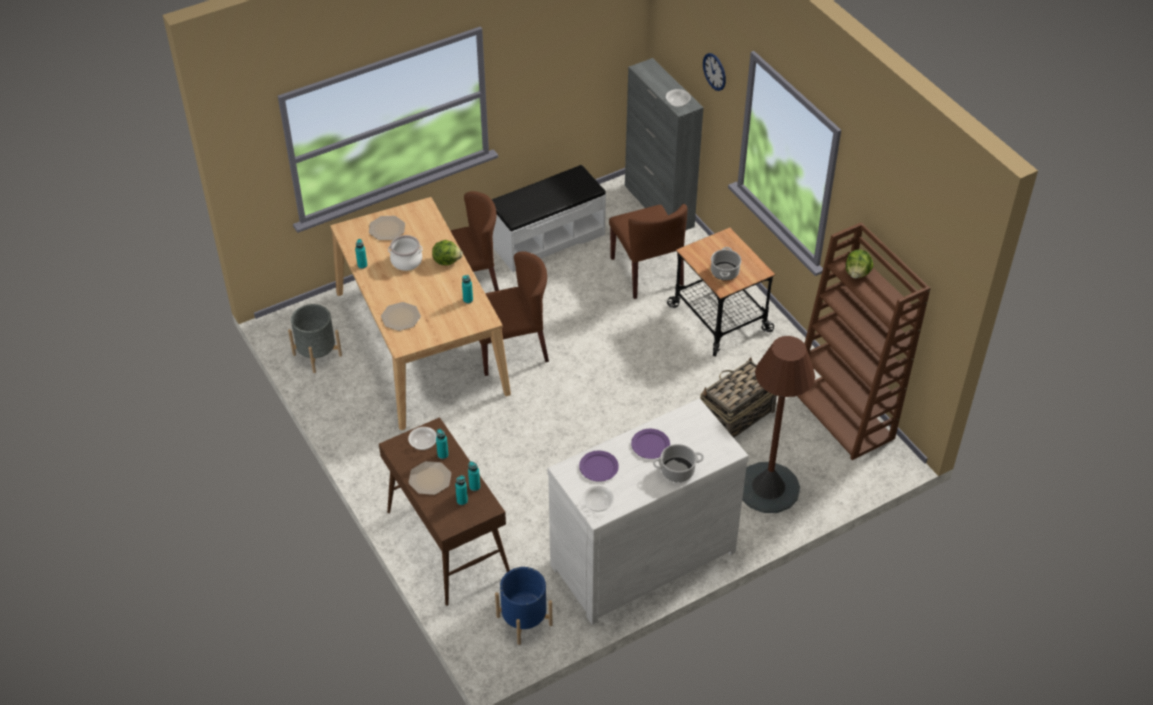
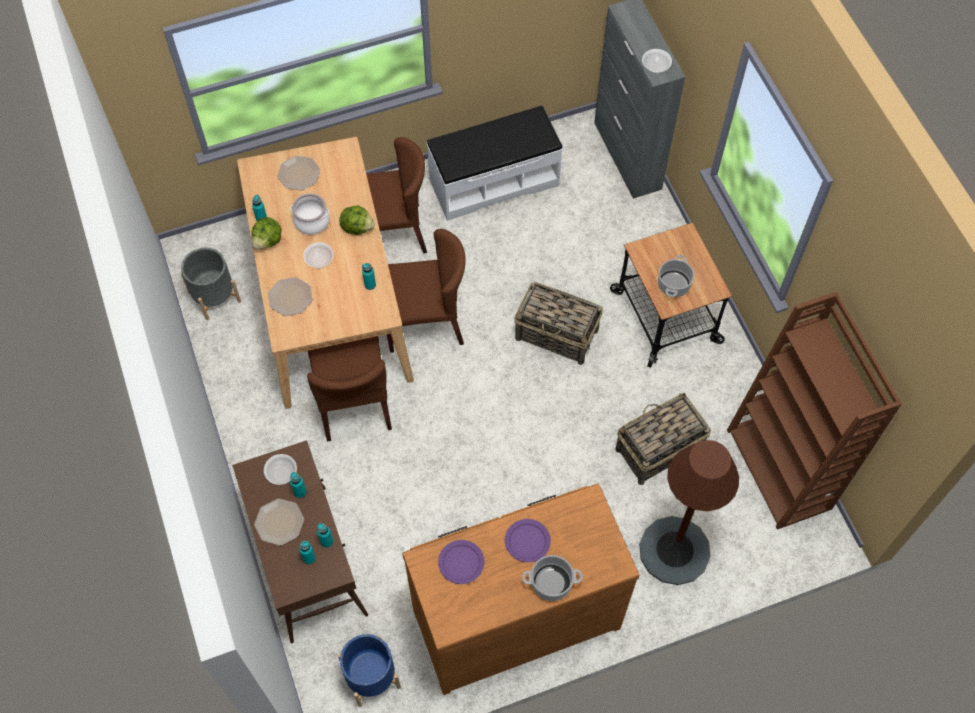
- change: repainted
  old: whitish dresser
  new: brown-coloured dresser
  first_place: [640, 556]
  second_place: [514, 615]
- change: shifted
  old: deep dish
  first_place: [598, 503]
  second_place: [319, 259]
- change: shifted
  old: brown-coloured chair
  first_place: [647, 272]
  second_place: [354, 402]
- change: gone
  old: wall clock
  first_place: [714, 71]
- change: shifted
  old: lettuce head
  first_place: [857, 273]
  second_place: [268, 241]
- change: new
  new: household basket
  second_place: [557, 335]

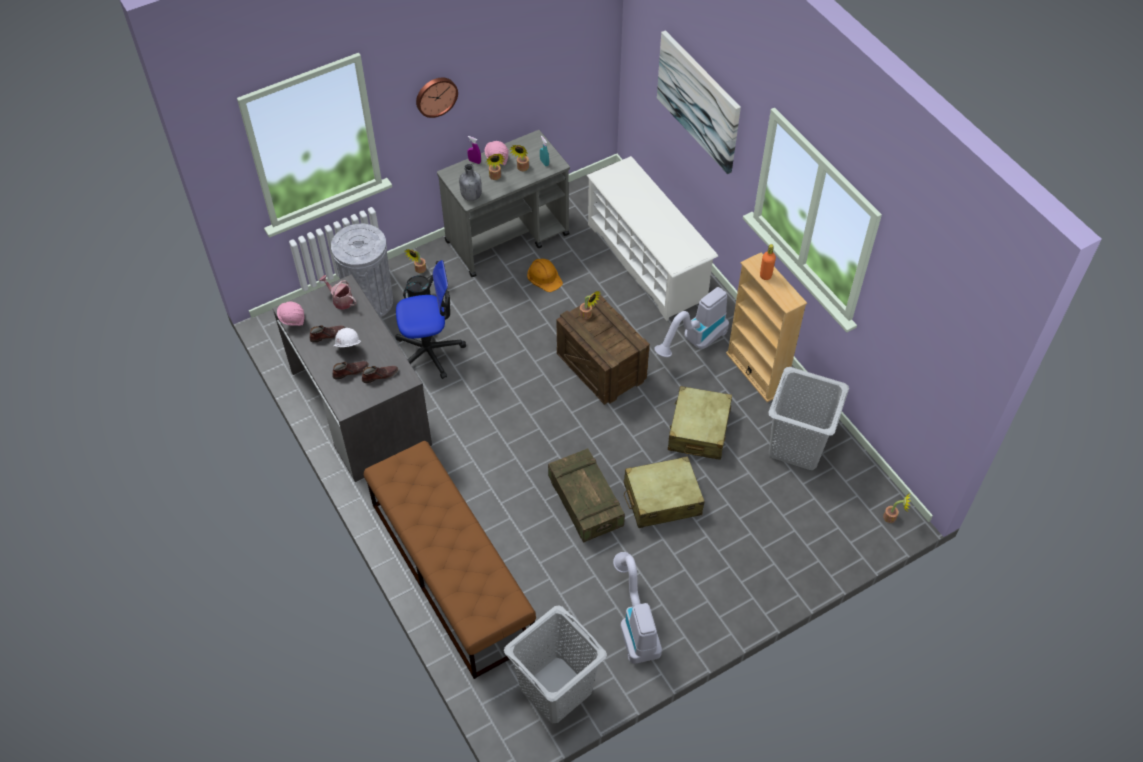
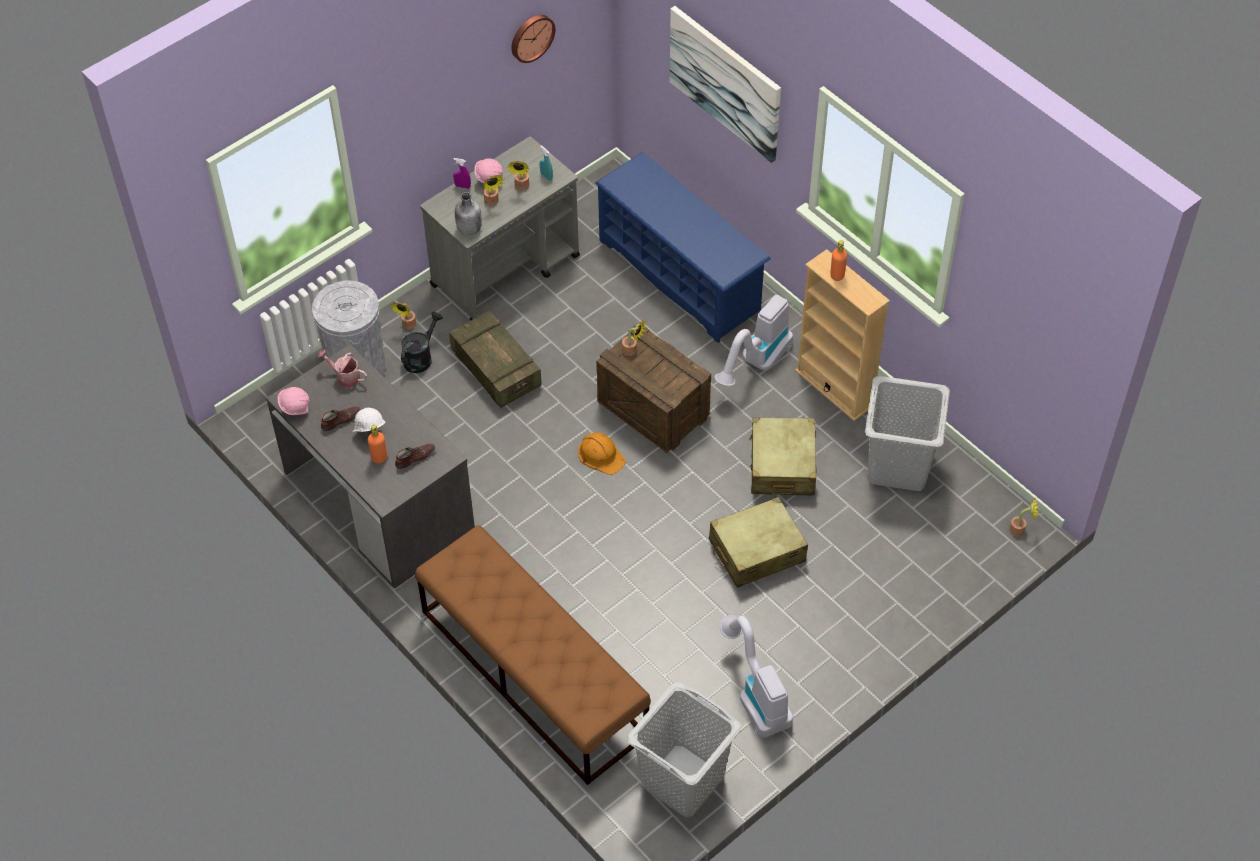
- change: swapped
  old: brown-coloured low shoe
  new: orange drink bottle
  first_place: [350, 371]
  second_place: [379, 458]
- change: gone
  old: office chair
  first_place: [429, 351]
- change: shifted
  old: wall clock
  first_place: [435, 96]
  second_place: [531, 37]
- change: shifted
  old: orange safety helmet
  first_place: [544, 276]
  second_place: [601, 455]
- change: shifted
  old: shipping crate
  first_place: [585, 502]
  second_place: [496, 369]
- change: repainted
  old: whitish shoe shelf
  new: bluish shoe shelf
  first_place: [647, 262]
  second_place: [680, 275]

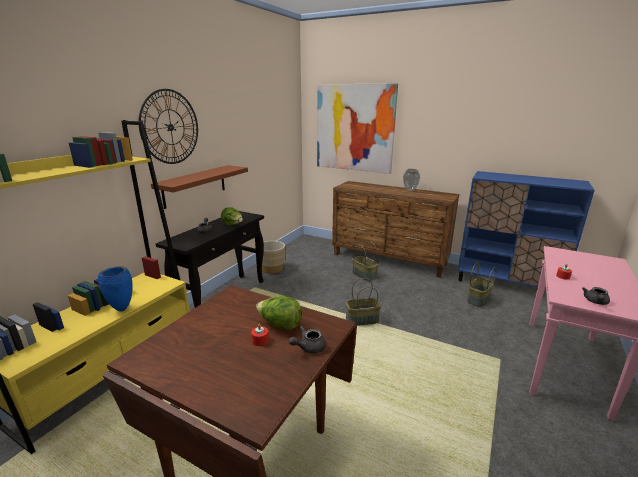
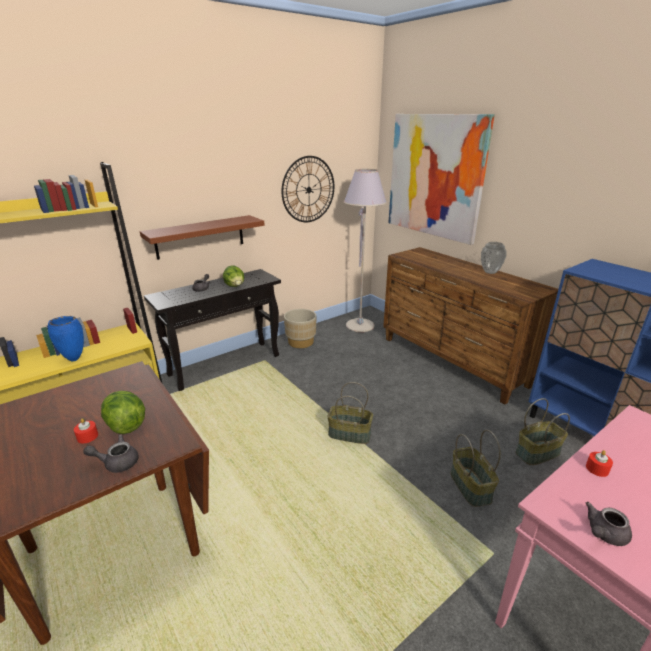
- change: shifted
  old: wall clock
  first_place: [170, 127]
  second_place: [308, 190]
- change: shifted
  old: household basket
  first_place: [364, 275]
  second_place: [471, 487]
- change: new
  new: gray floor lamp
  second_place: [360, 326]

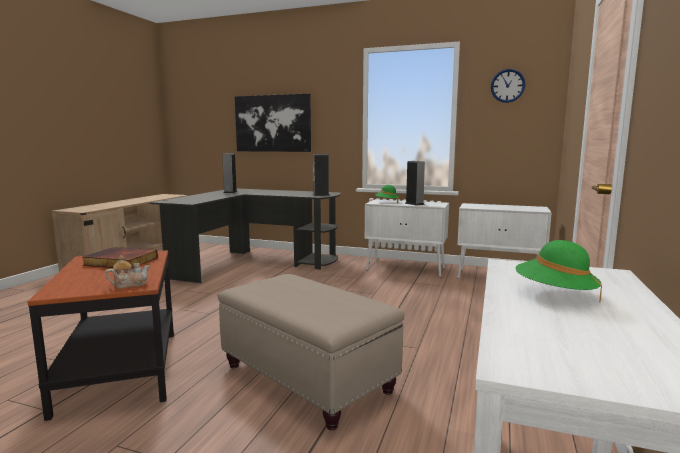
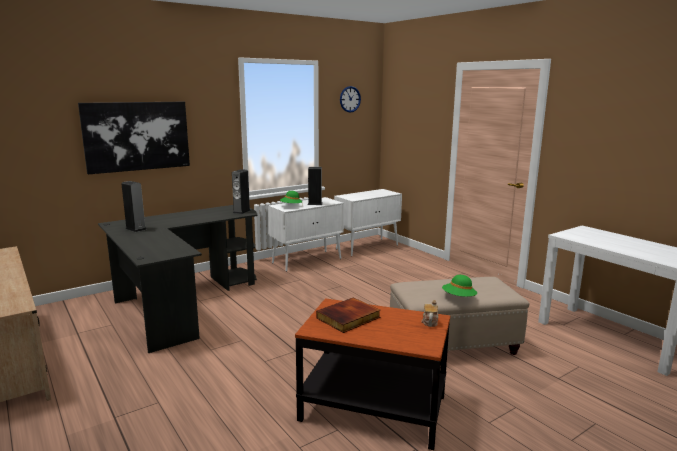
- change: shifted
  old: greenish wearable hat
  first_place: [555, 294]
  second_place: [458, 298]

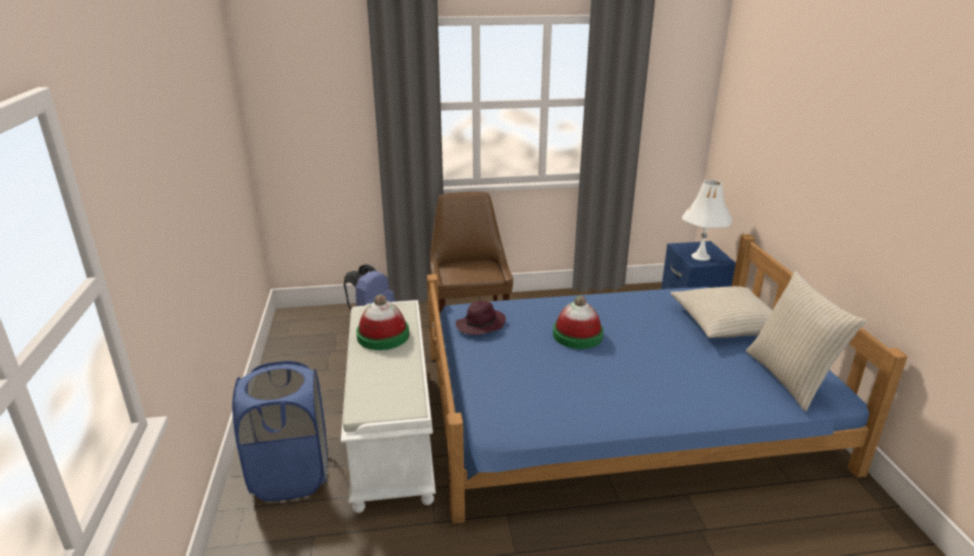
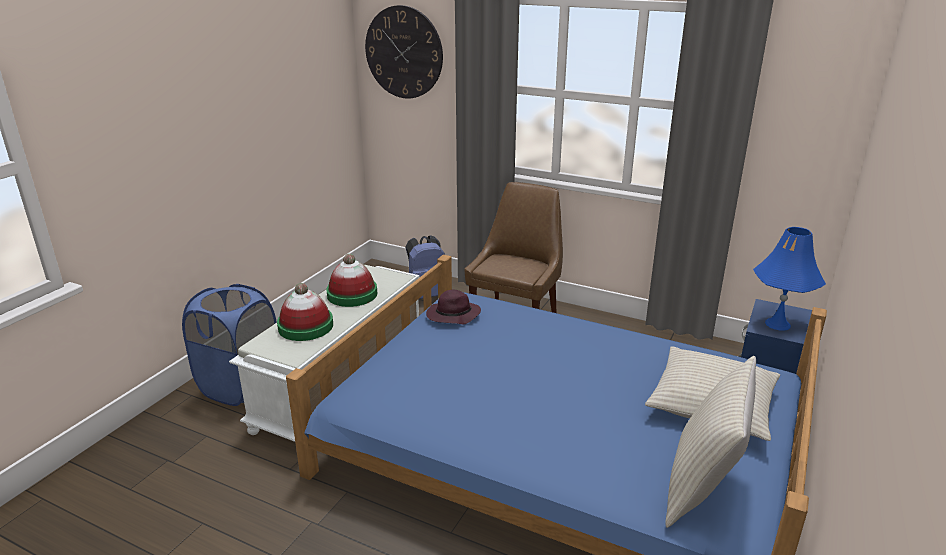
- change: shifted
  old: wearable hat
  first_place: [577, 335]
  second_place: [305, 326]
- change: repainted
  old: whitish table lamp
  new: bluish table lamp
  first_place: [700, 256]
  second_place: [777, 324]
- change: new
  new: wall clock
  second_place: [404, 52]

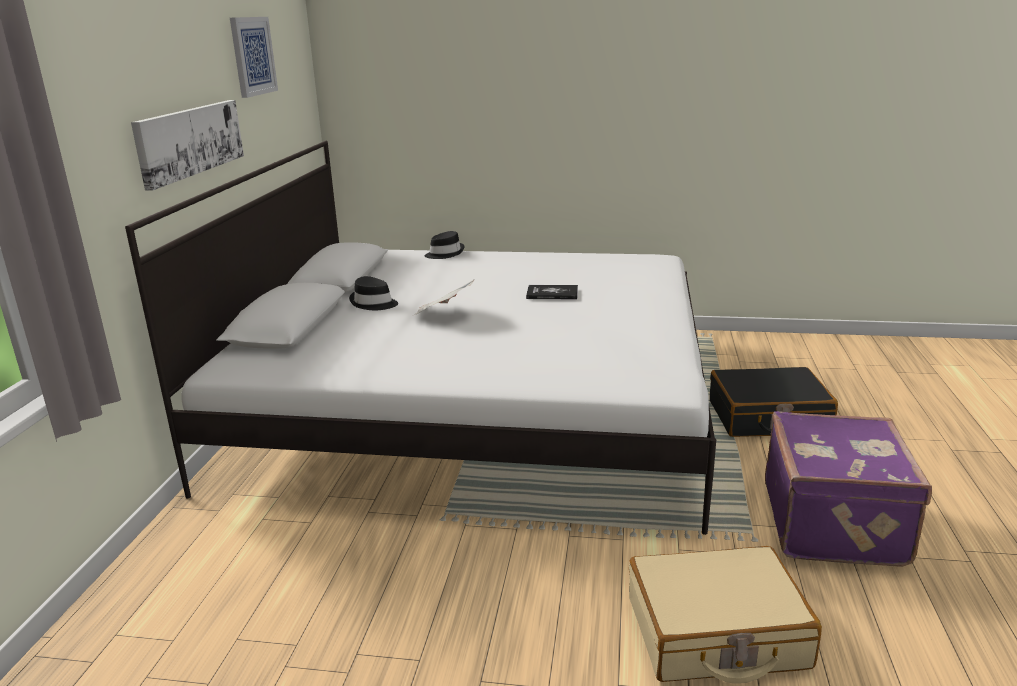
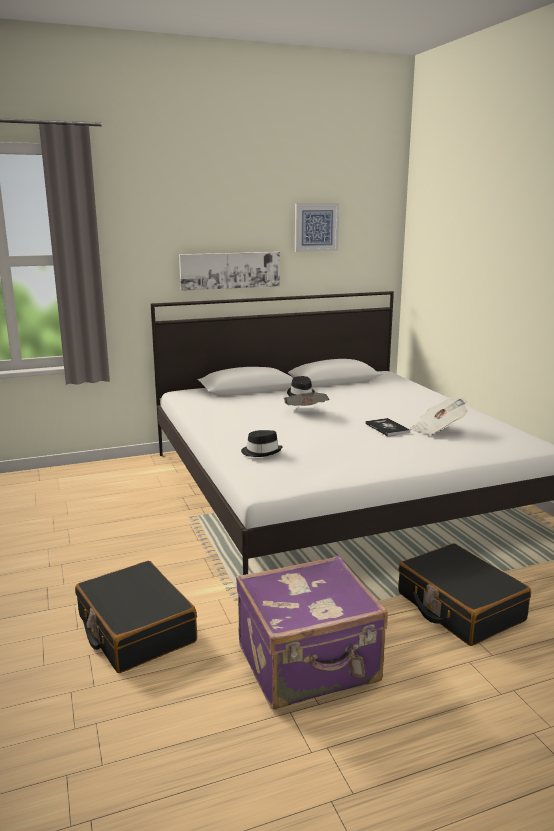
- change: shifted
  old: black-coloured wearable hat
  first_place: [444, 253]
  second_place: [261, 452]
- change: repainted
  old: beige-coloured piece of luggage
  new: black-coloured piece of luggage
  first_place: [716, 633]
  second_place: [135, 629]
- change: new
  new: printed paper
  second_place: [437, 430]

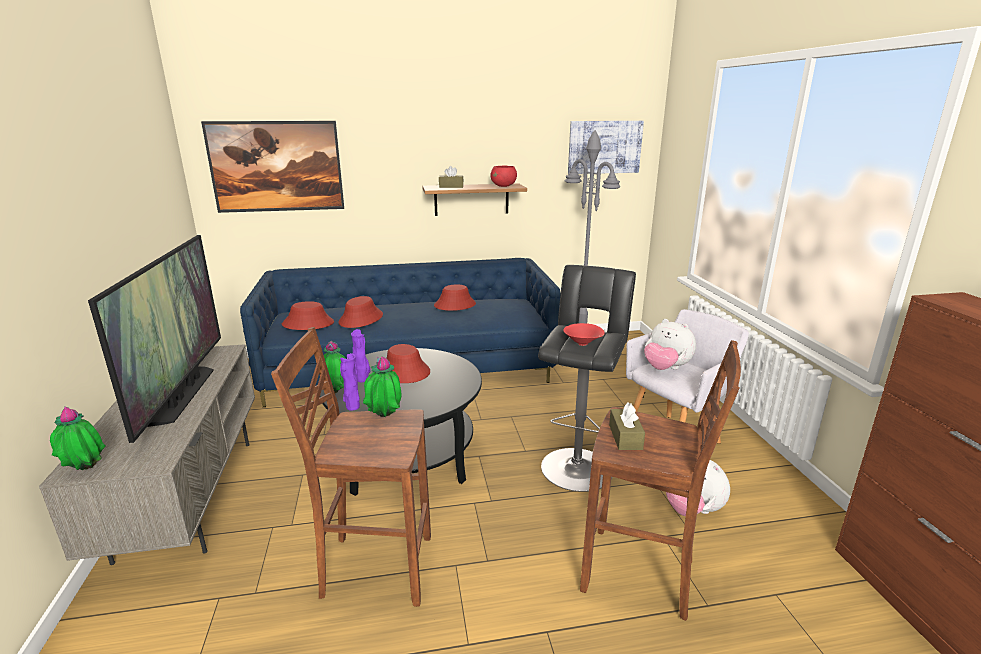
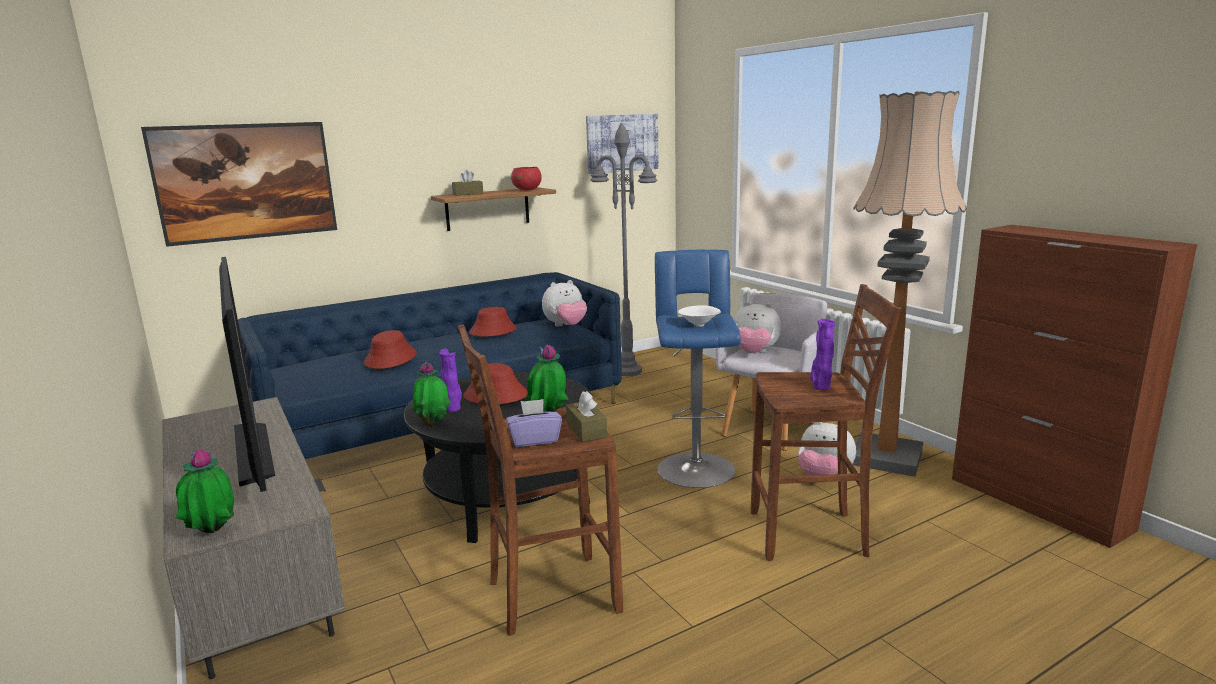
- change: gone
  old: reddish wearable hat
  first_place: [308, 323]
- change: shifted
  old: purplish decorative vase
  first_place: [352, 407]
  second_place: [820, 388]
- change: repainted
  old: black-coloured sitting stool
  new: bluish sitting stool
  first_place: [577, 465]
  second_place: [695, 466]
- change: repainted
  old: reddish deep dish
  new: whitish deep dish
  first_place: [583, 344]
  second_place: [700, 325]
- change: shifted
  old: brown-coloured tissue holder
  first_place: [625, 437]
  second_place: [586, 430]
- change: new
  new: purplish tissue holder
  second_place: [534, 440]
- change: new
  new: plush toy
  second_place: [566, 326]
- change: new
  new: floor lamp
  second_place: [886, 457]

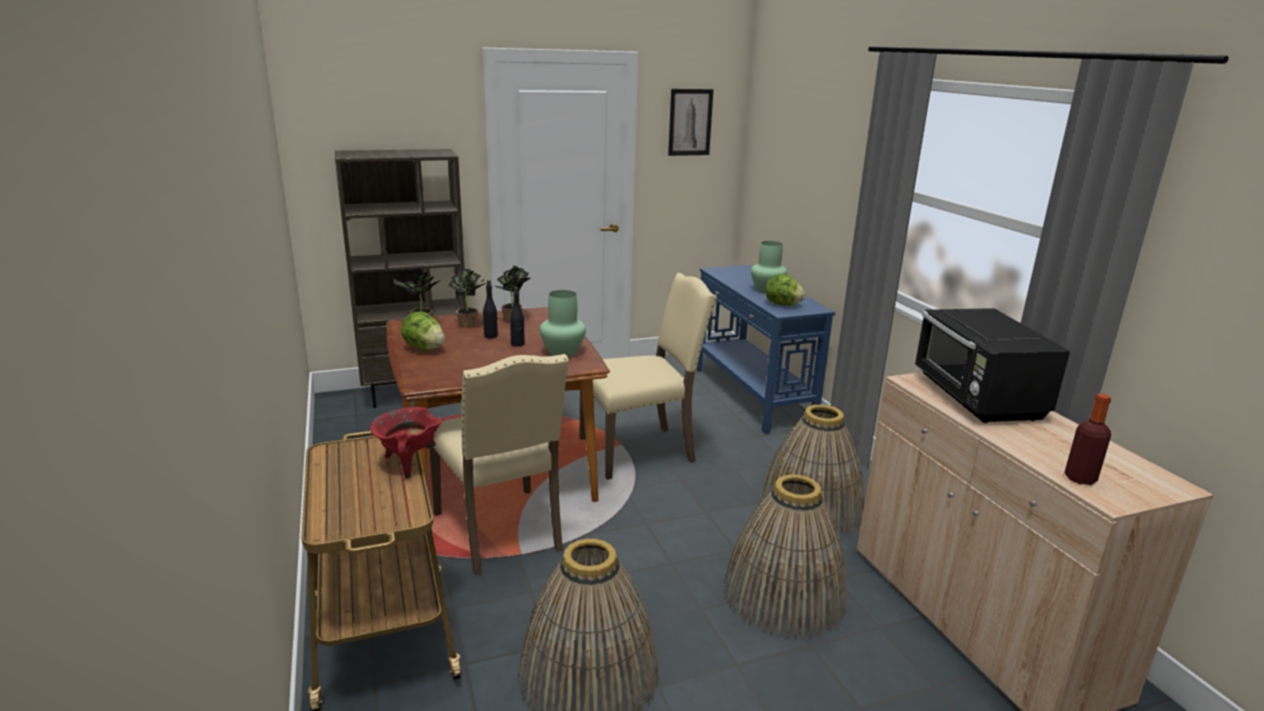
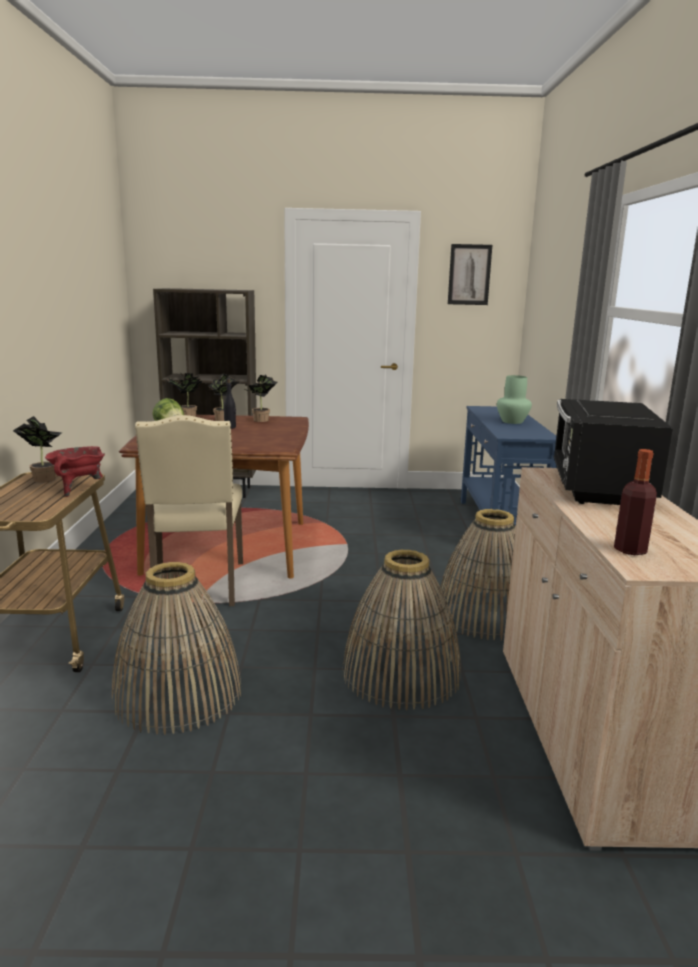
- change: gone
  old: black-coloured drink bottle
  first_place: [517, 344]
- change: gone
  old: greenish decorative vase
  first_place: [562, 352]
- change: gone
  old: beige-coloured chair
  first_place: [640, 451]
- change: gone
  old: lettuce head
  first_place: [782, 304]
- change: new
  new: houseplant
  second_place: [42, 478]

